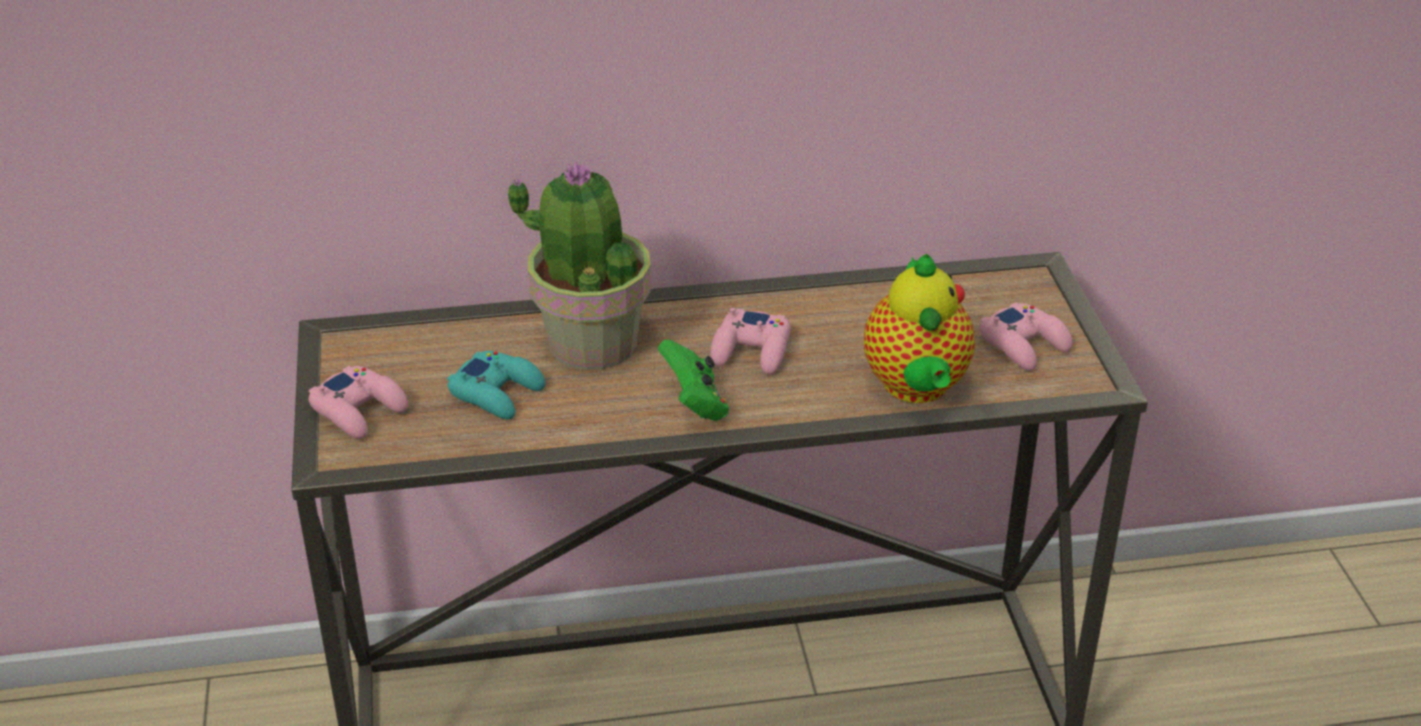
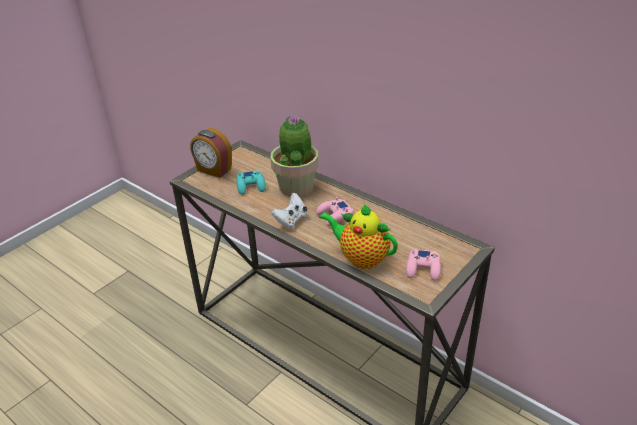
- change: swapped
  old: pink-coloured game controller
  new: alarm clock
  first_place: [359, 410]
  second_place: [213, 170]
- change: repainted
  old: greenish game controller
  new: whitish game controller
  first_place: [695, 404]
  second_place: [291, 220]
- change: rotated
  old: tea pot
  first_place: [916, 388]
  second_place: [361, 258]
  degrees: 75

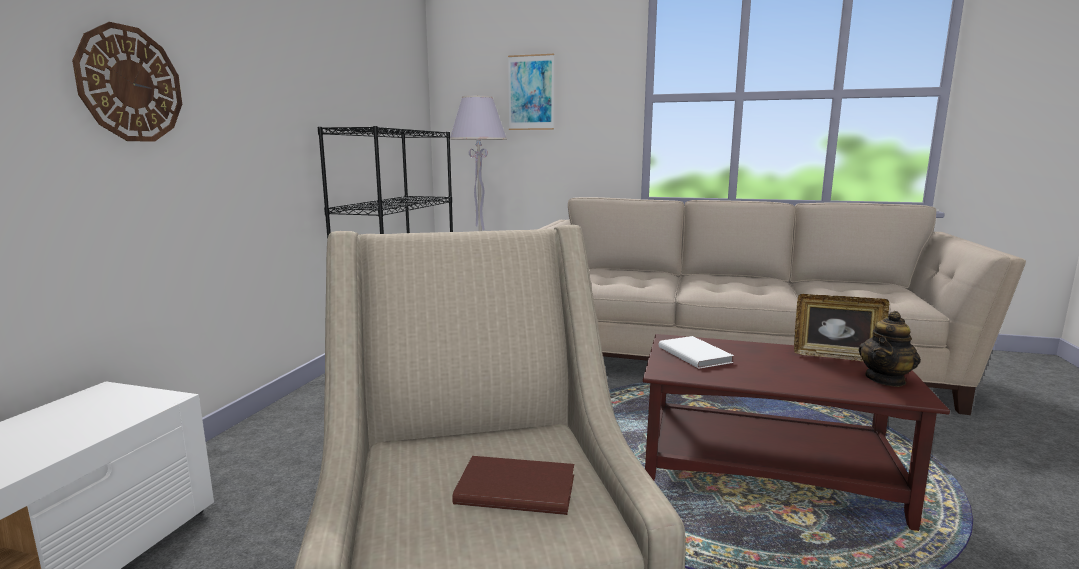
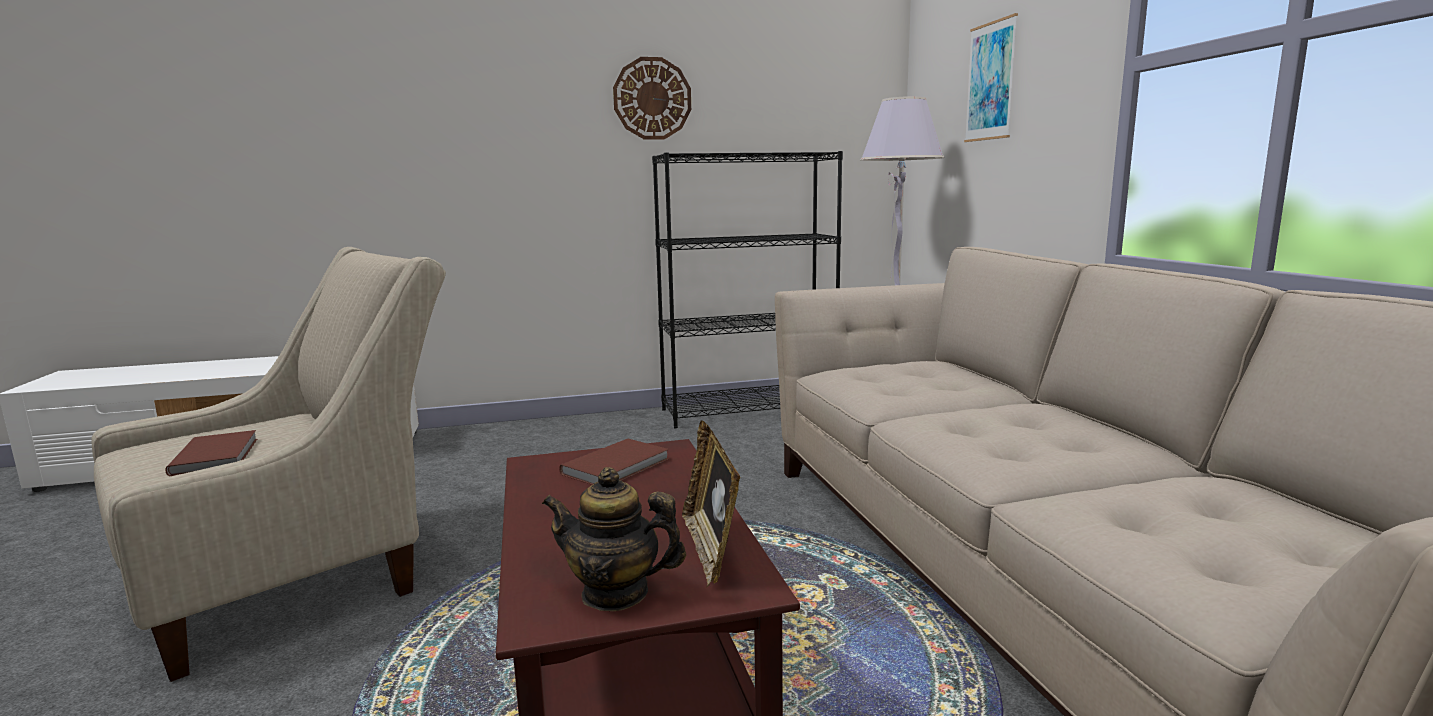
- change: shifted
  old: wall clock
  first_place: [130, 84]
  second_place: [652, 99]
- change: repainted
  old: whitish book
  new: brown-coloured book
  first_place: [695, 354]
  second_place: [618, 466]

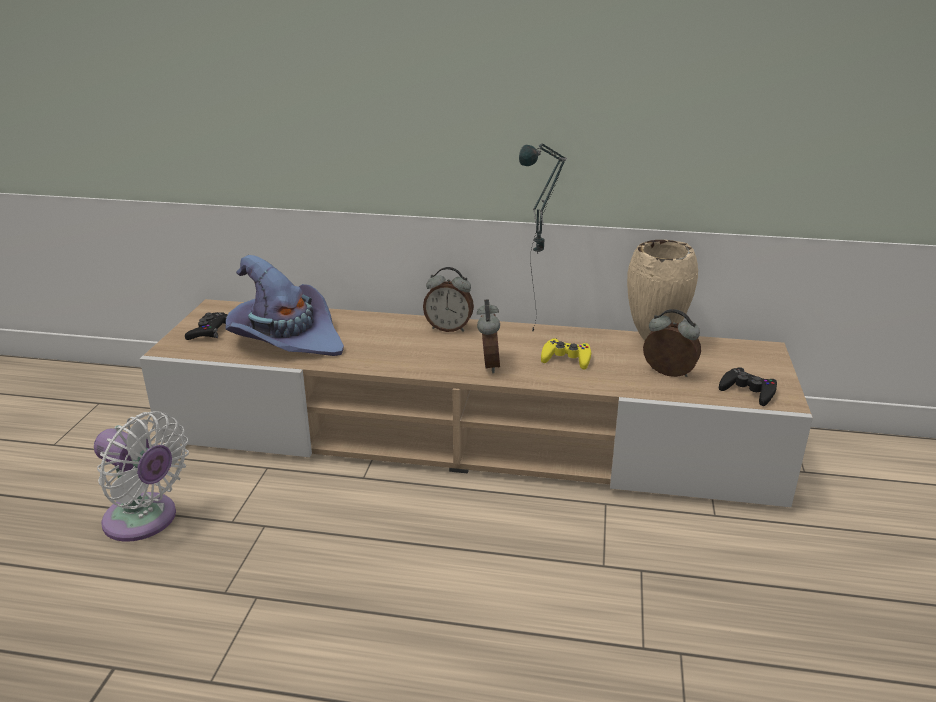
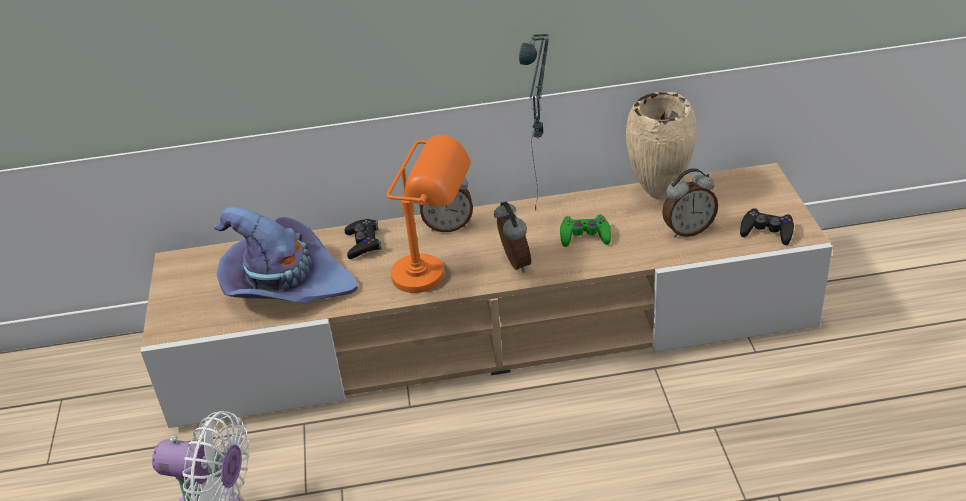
- change: shifted
  old: black-coloured game controller
  first_place: [209, 331]
  second_place: [363, 243]
- change: repainted
  old: yellow-coloured game controller
  new: greenish game controller
  first_place: [566, 358]
  second_place: [585, 235]
- change: rotated
  old: alarm clock
  first_place: [668, 374]
  second_place: [688, 230]
  degrees: 150
- change: new
  new: orange table lamp
  second_place: [436, 276]

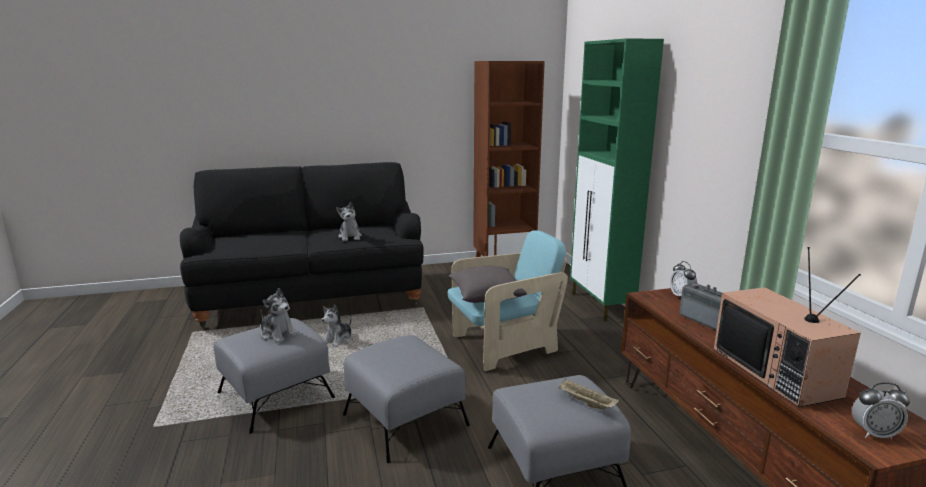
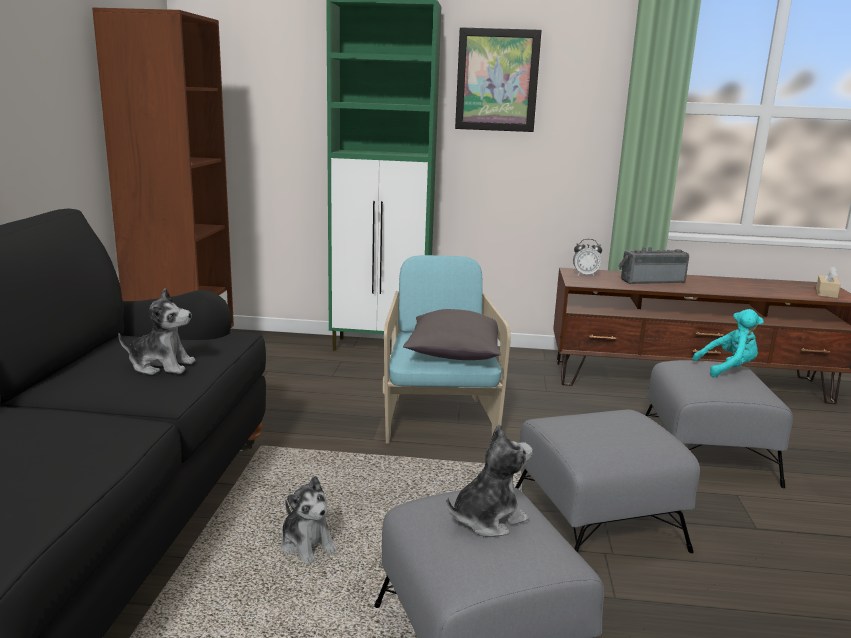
- change: swapped
  old: beige-coloured carrying tray
  new: blue-green plush toy
  first_place: [585, 403]
  second_place: [728, 369]
- change: gone
  old: TV set
  first_place: [777, 372]
- change: swapped
  old: alarm clock
  new: beige-coloured tissue holder
  first_place: [874, 434]
  second_place: [826, 293]
- change: new
  new: wall art
  second_place: [497, 80]

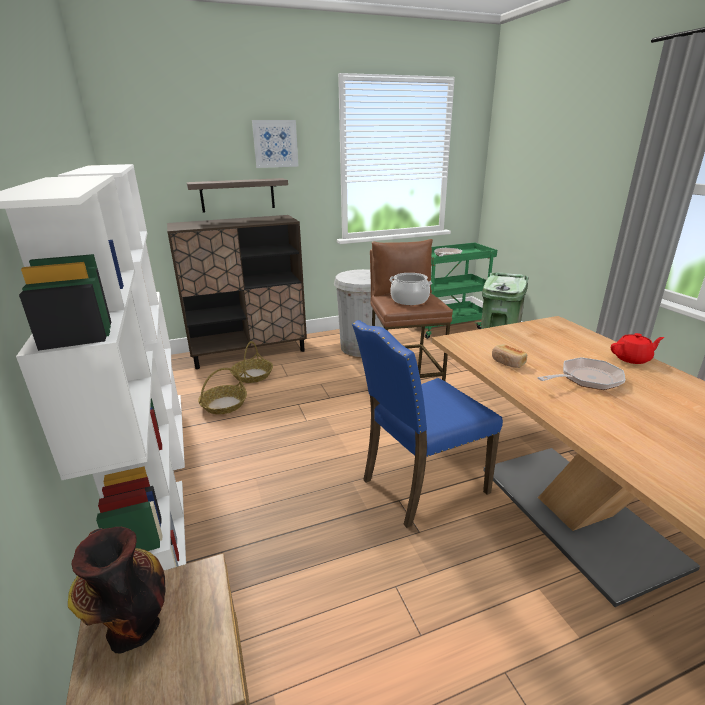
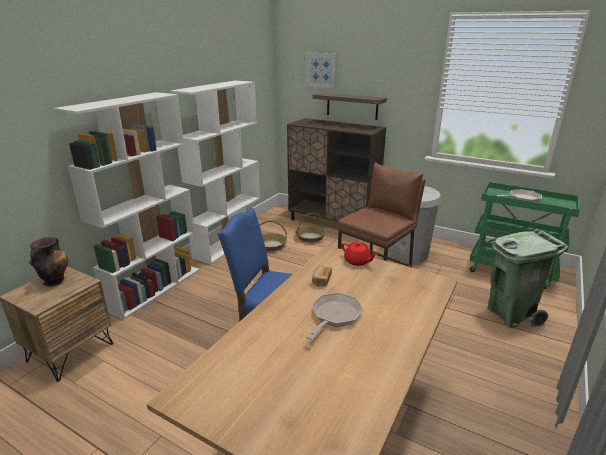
- change: shifted
  old: wall art
  first_place: [275, 144]
  second_place: [321, 70]
- change: gone
  old: saucepot
  first_place: [409, 300]
- change: rotated
  old: pan
  first_place: [586, 379]
  second_place: [334, 316]
  degrees: -90
- change: shifted
  old: reddish tea pot
  first_place: [632, 359]
  second_place: [357, 261]

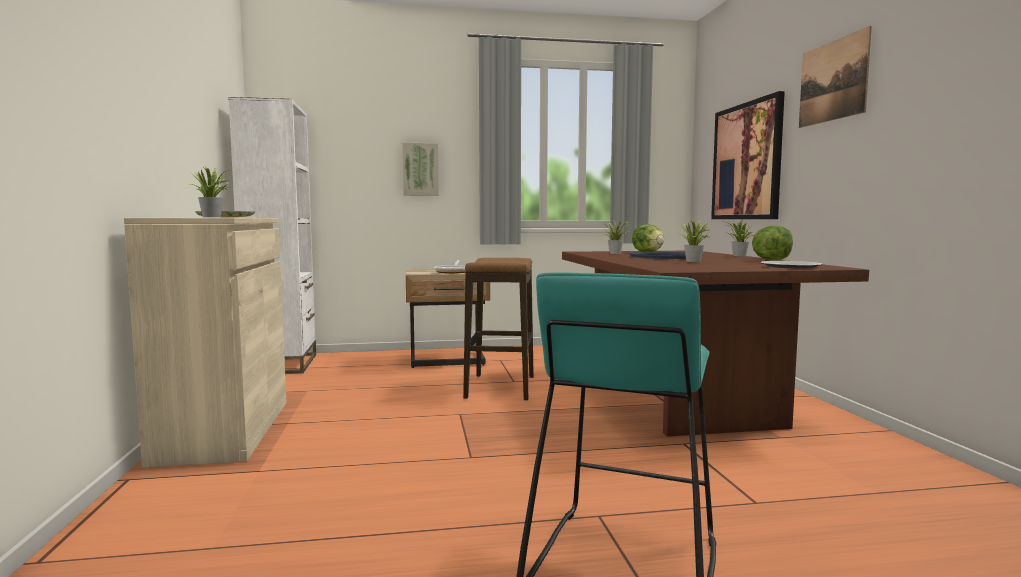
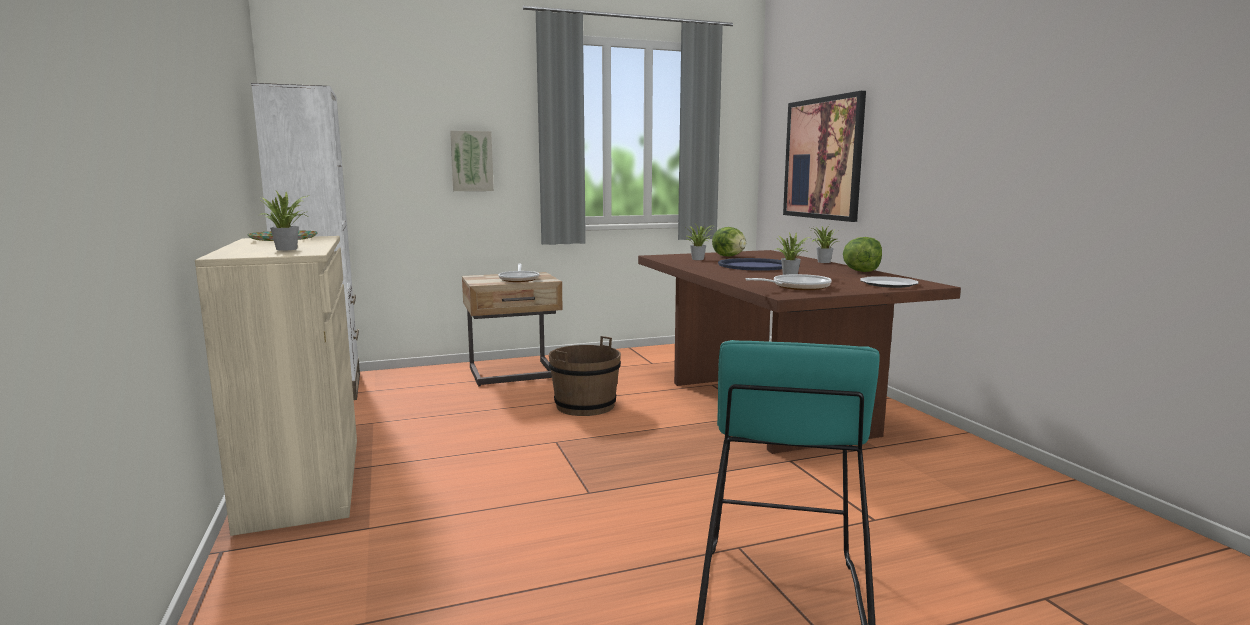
- change: swapped
  old: sitting stool
  new: brown-coloured bucket
  first_place: [500, 387]
  second_place: [585, 406]
- change: gone
  old: wall art
  first_place: [832, 81]
- change: new
  new: pan
  second_place: [796, 287]

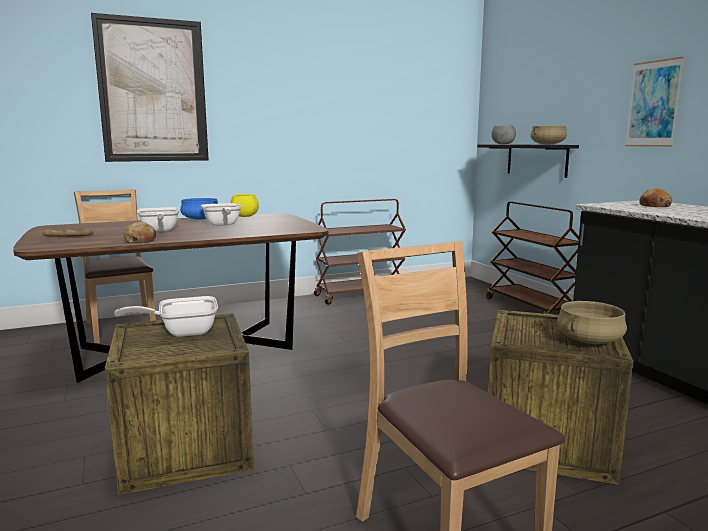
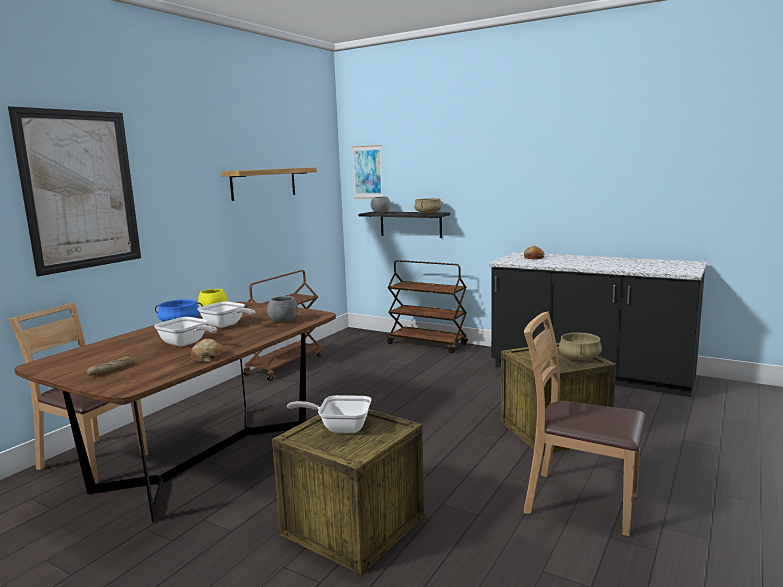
- change: rotated
  old: pan
  first_place: [182, 332]
  second_place: [340, 427]
  degrees: 60
- change: shifted
  old: wall art
  first_place: [653, 104]
  second_place: [367, 172]
- change: new
  new: shelf
  second_place: [264, 183]
- change: new
  new: gray deep dish
  second_place: [283, 321]

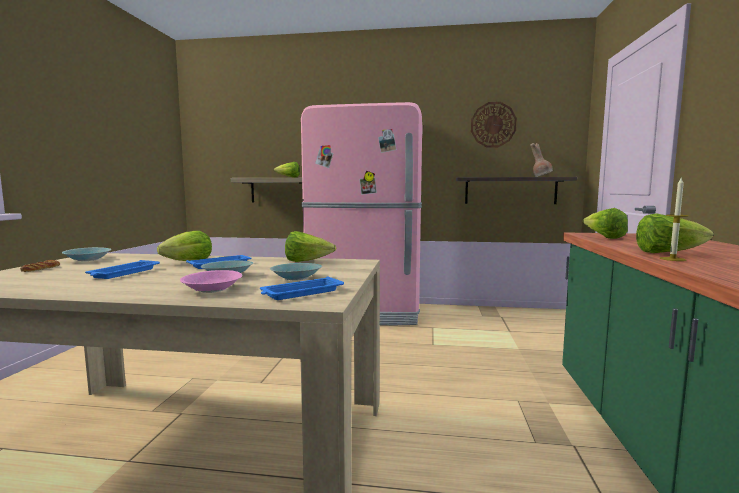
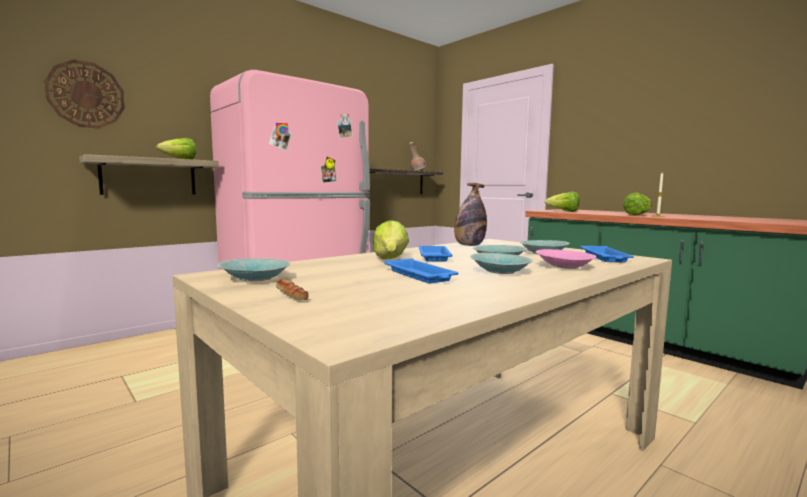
- change: swapped
  old: lettuce head
  new: drink bottle
  first_place: [307, 262]
  second_place: [469, 245]
- change: shifted
  old: wall clock
  first_place: [493, 125]
  second_place: [86, 95]
- change: new
  new: blue-green deep dish
  second_place: [501, 271]

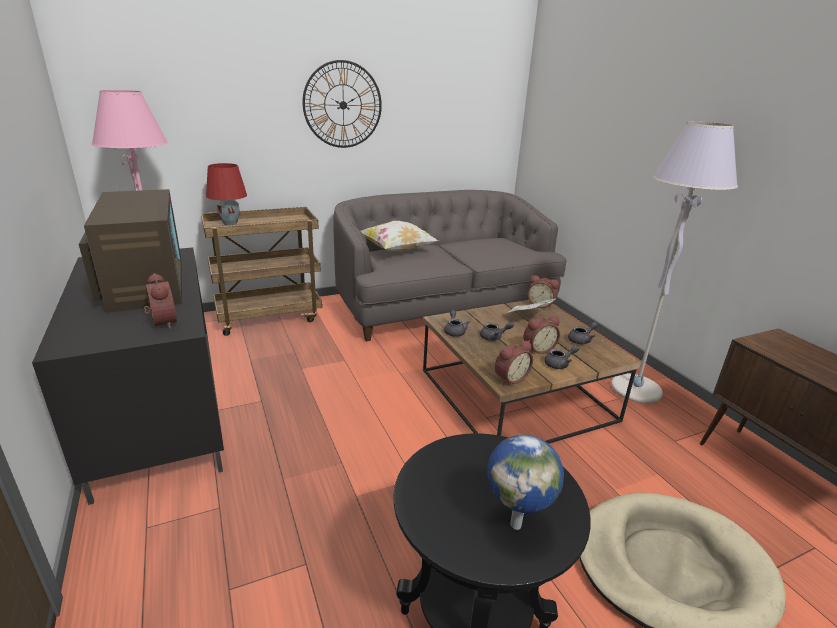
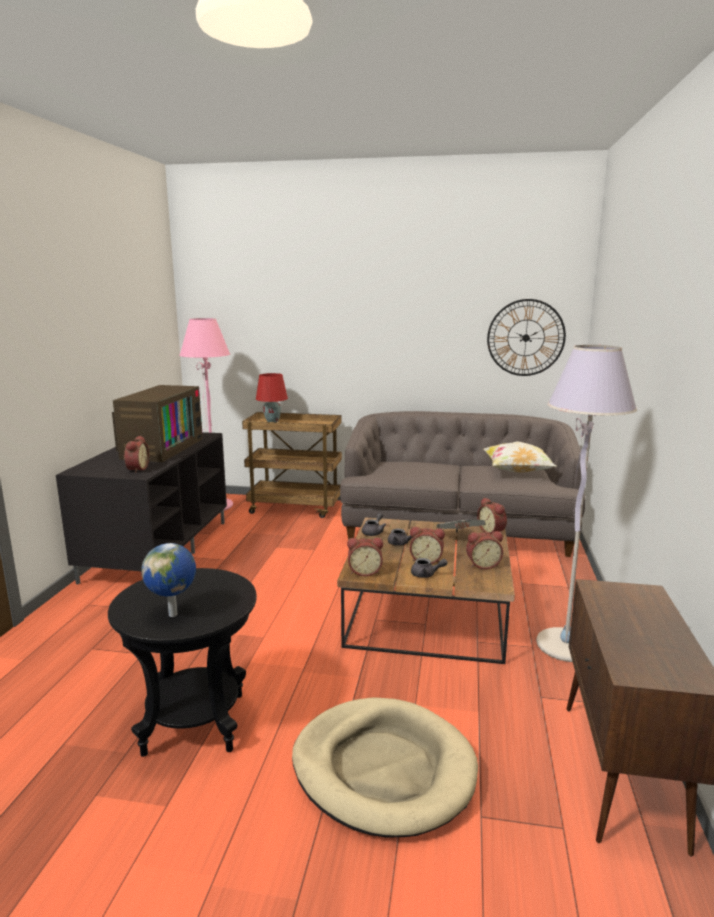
- change: shifted
  old: wall clock
  first_place: [343, 105]
  second_place: [525, 338]
- change: shifted
  old: throw pillow
  first_place: [397, 250]
  second_place: [517, 472]
- change: swapped
  old: gray tea pot
  new: alarm clock
  first_place: [581, 340]
  second_place: [482, 565]

